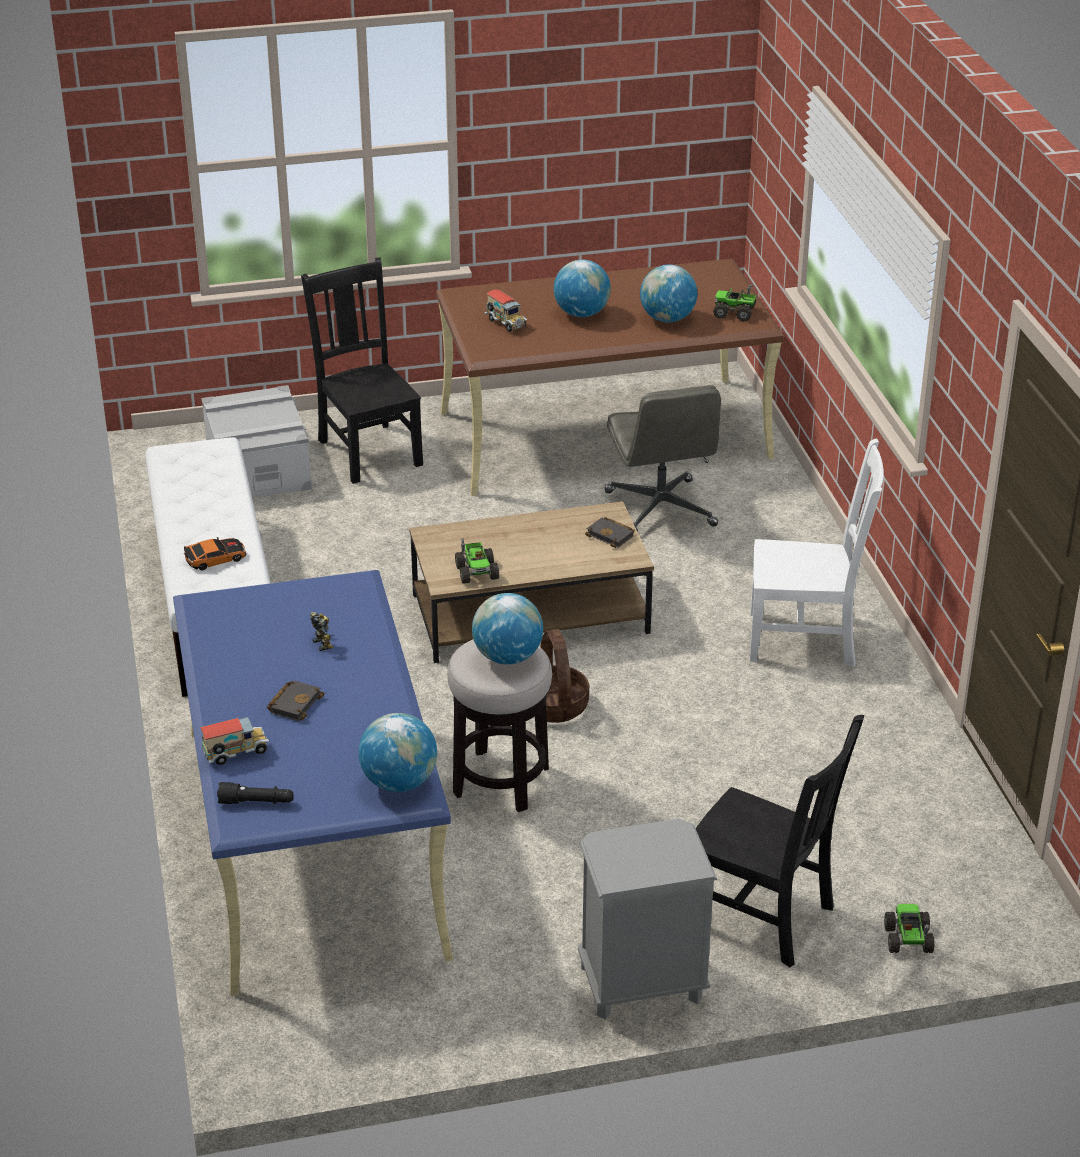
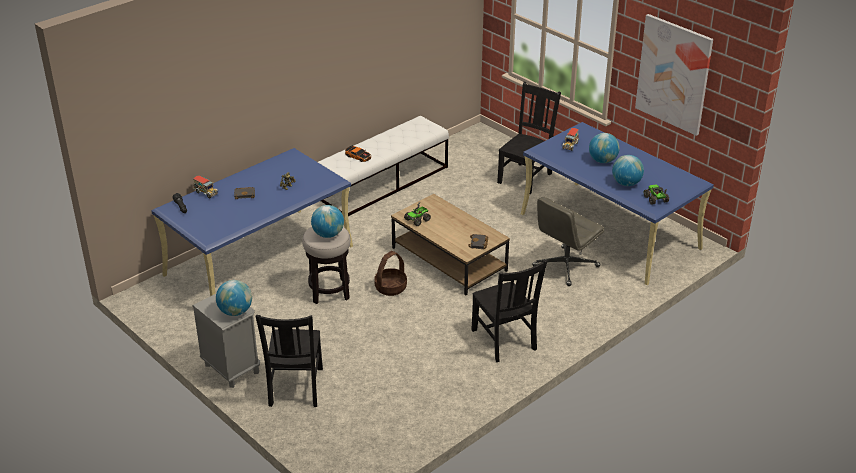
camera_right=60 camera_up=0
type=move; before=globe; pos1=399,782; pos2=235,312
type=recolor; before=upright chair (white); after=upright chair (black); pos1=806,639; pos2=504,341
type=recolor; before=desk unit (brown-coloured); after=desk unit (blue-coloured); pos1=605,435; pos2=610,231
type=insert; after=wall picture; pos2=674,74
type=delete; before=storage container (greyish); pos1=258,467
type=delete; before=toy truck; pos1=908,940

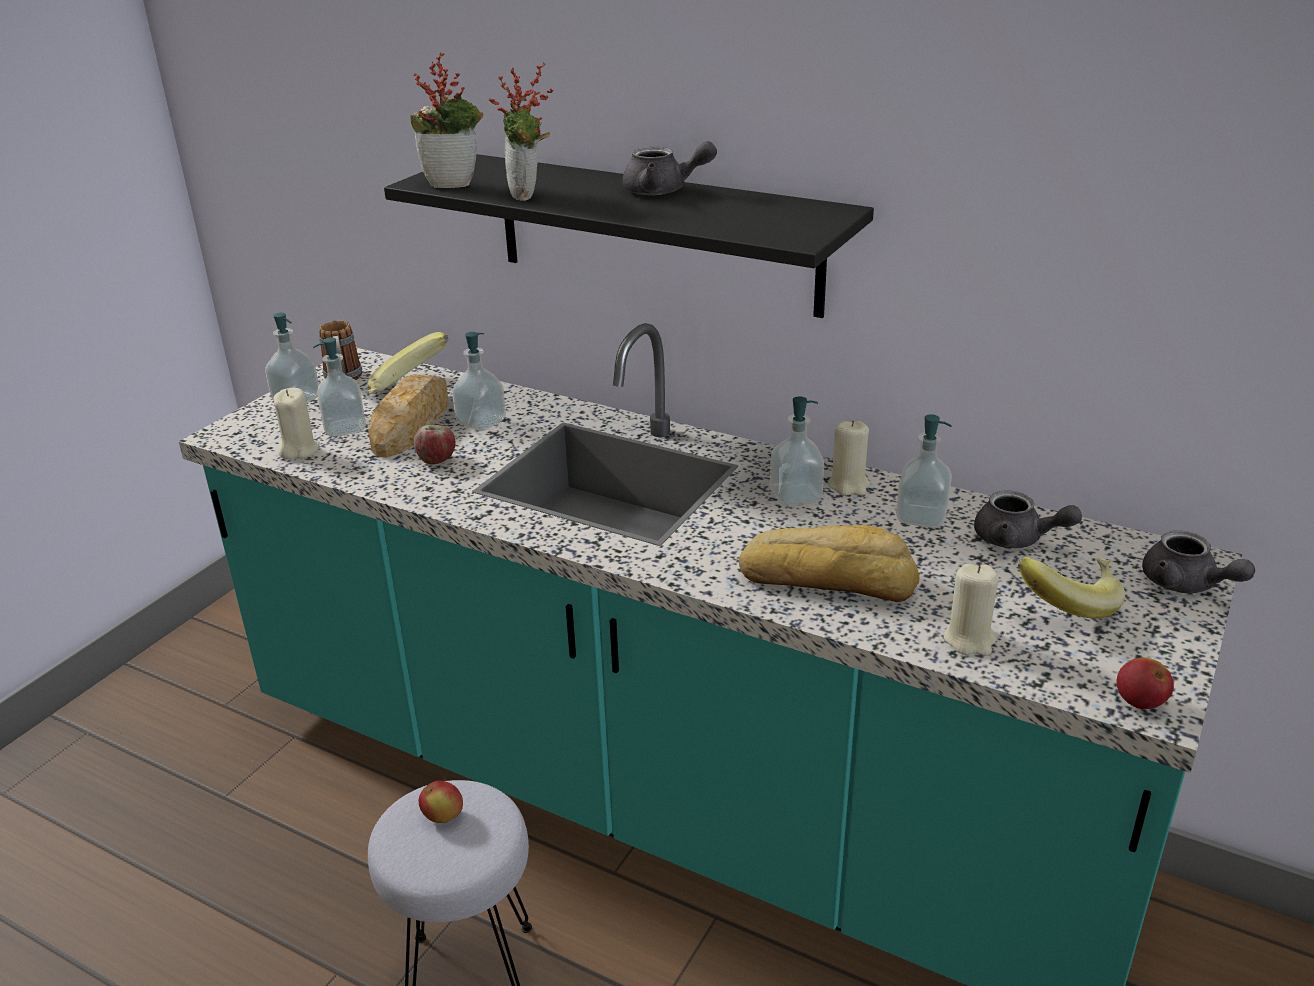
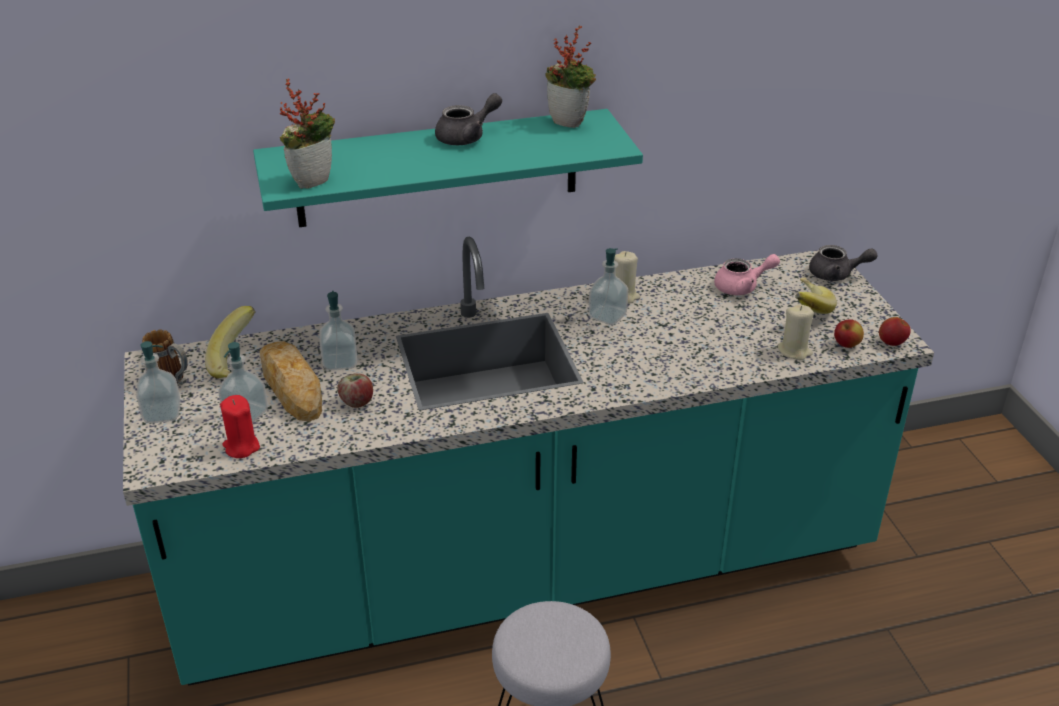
camera_right=-45 camera_up=5
type=recolor; before=wax light (beige); after=wax light (reddish); pos1=299,450; pos2=241,447
type=recolor; before=shelf (black); after=shelf (turquoise-coloured); pos1=655,233; pos2=438,168
type=move; before=houseplant; pos1=528,196; pos2=570,122
type=recolor; before=teapot (greyish); after=teapot (pink); pos1=1017,539; pos2=742,287
type=move; before=apple; pos1=443,817; pos2=846,345
type=delete; before=bakery bread; pos1=828,577
type=delete; before=liquid soap bottle; pos1=921,517

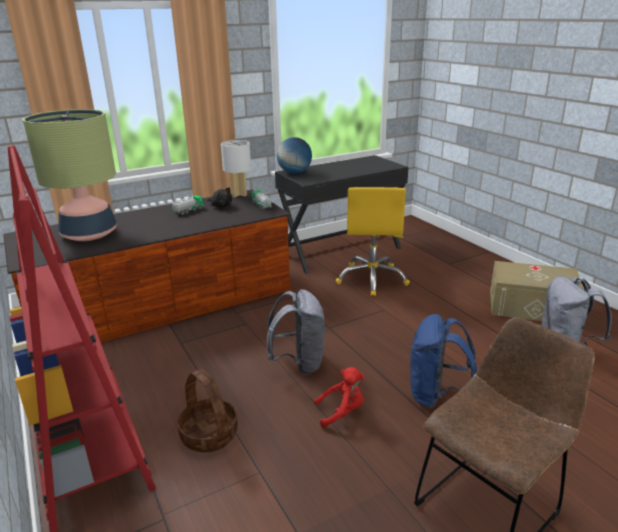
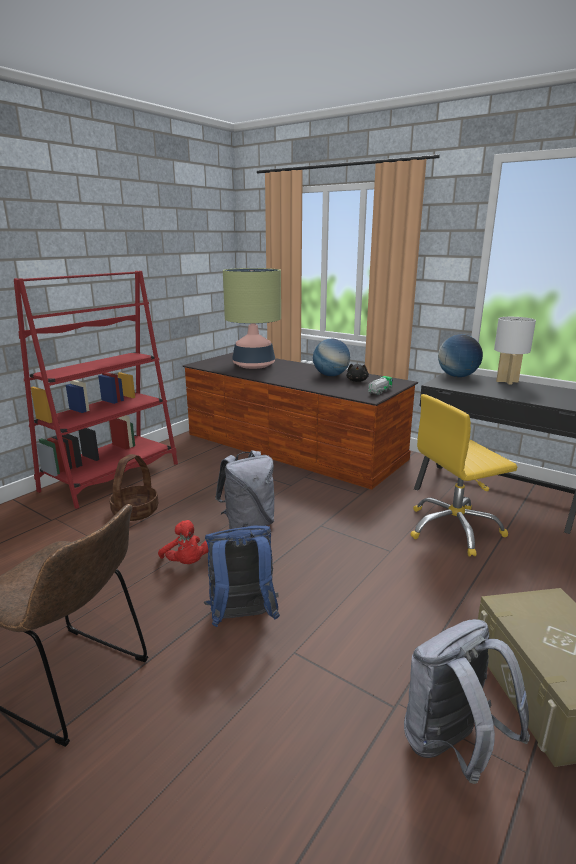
camera_right=65 camera_up=-5
type=replace; before=toy truck; after=globe; pos1=188,211; pos2=330,375
type=move; before=table lamp (white); pos1=238,195; pos2=506,381

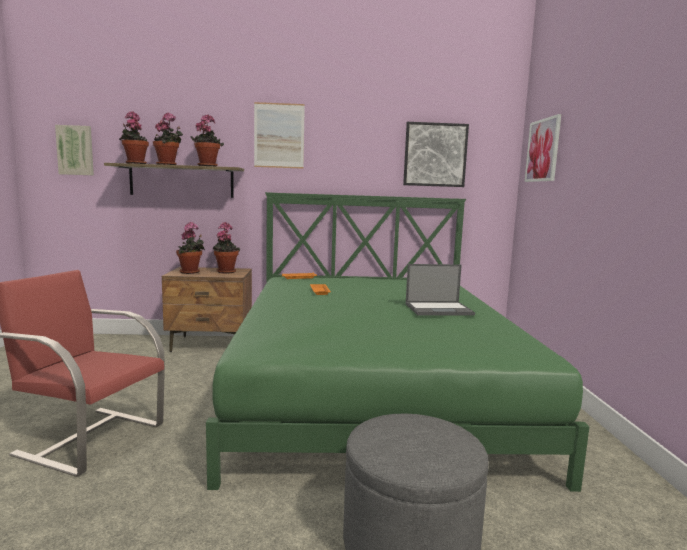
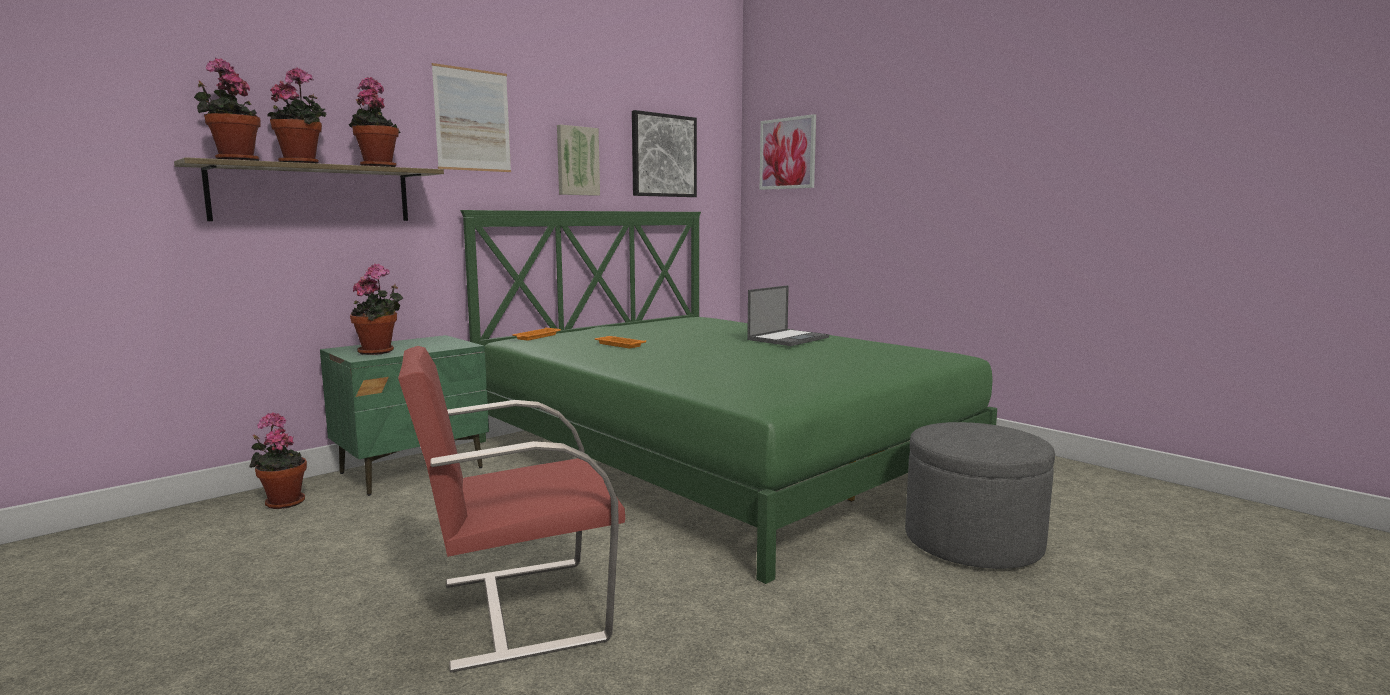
camera_right=-40 camera_up=0
type=move; before=houseplant; pos1=225,271; pos2=282,502
type=recolor; before=nightstand (brown-coloured); after=nightstand (greenish); pos1=211,345; pos2=413,470
type=move; before=wall picture; pos1=75,150; pos2=577,161

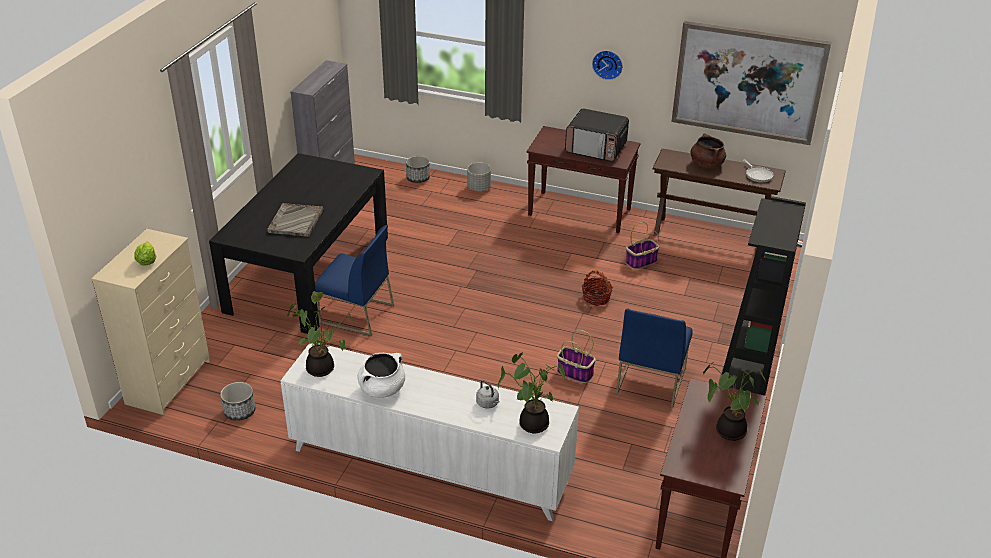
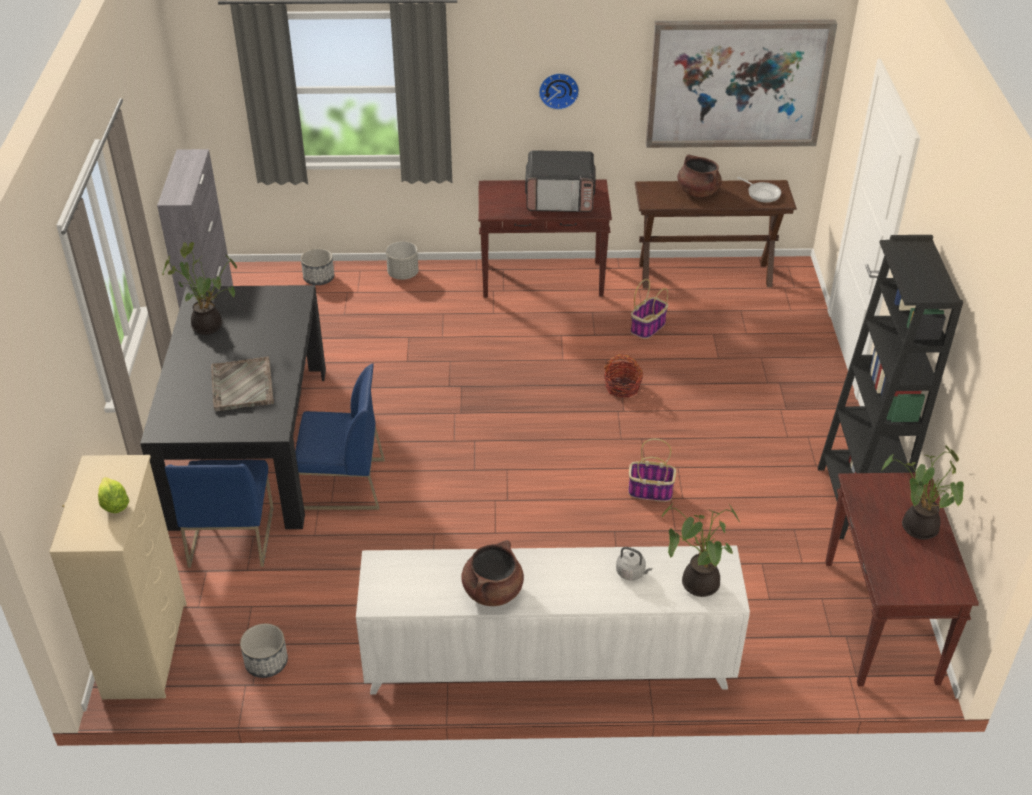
camera_right=-20 camera_up=5
type=move; before=houseplant; pos1=322,367; pos2=209,325
type=move; before=upright chair (blue-coloured); pos1=650,380; pos2=231,536
type=recolor; before=saucepot (white); after=saucepot (brown-coloured); pos1=382,389; pos2=492,591

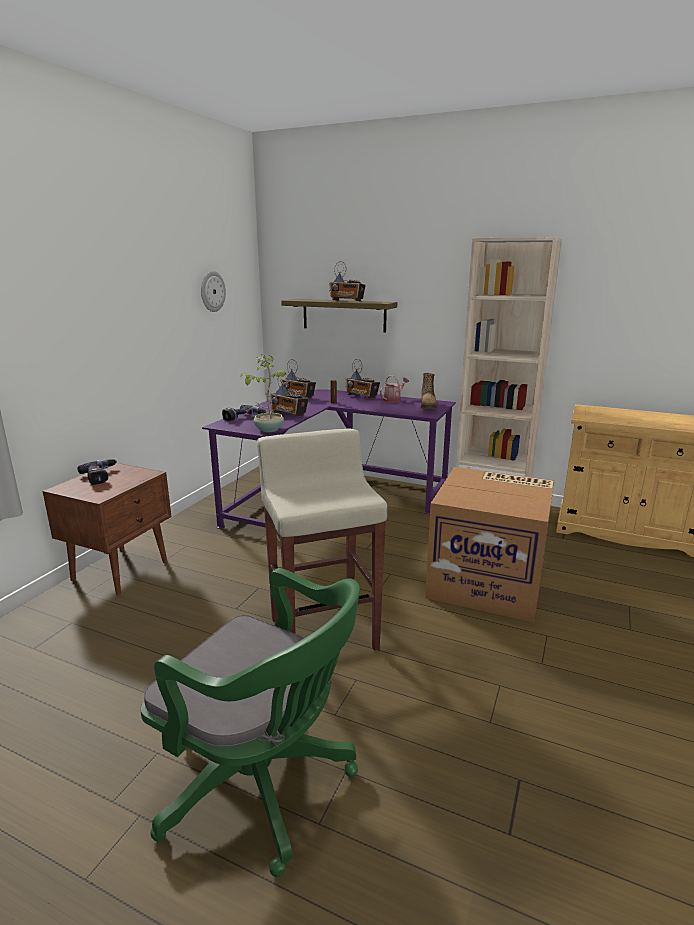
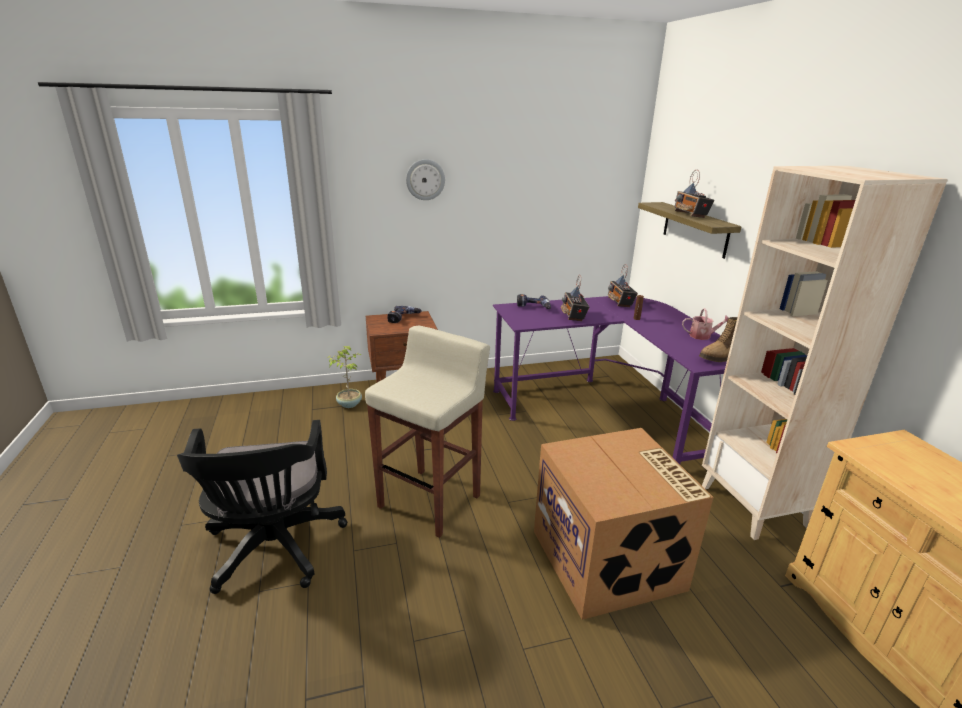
camera_right=50 camera_up=5
type=recolor; before=office chair (greenish); after=office chair (black); pos1=263,783; pos2=274,551
type=move; before=houseplant; pos1=268,429; pos2=349,404
type=move; before=wall clock; pos1=212,291; pos2=425,179
type=delete; before=radio set; pos1=362,396

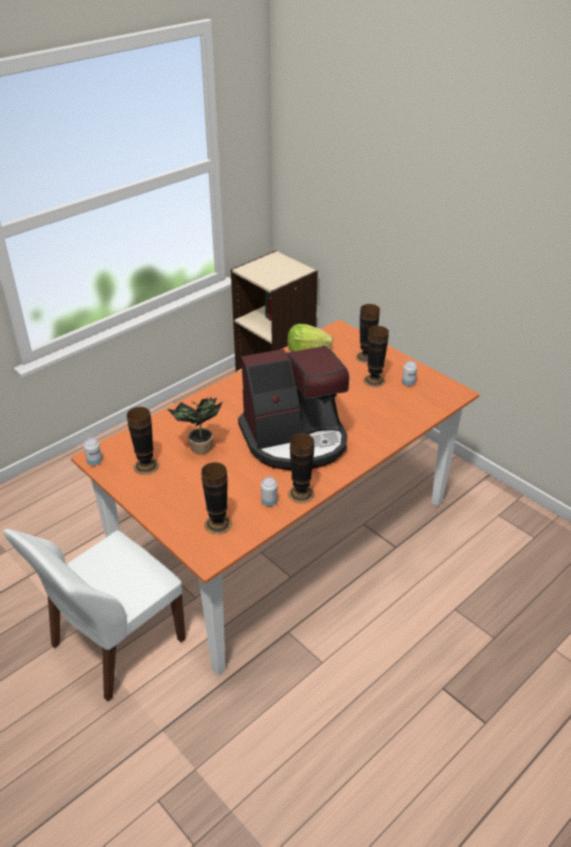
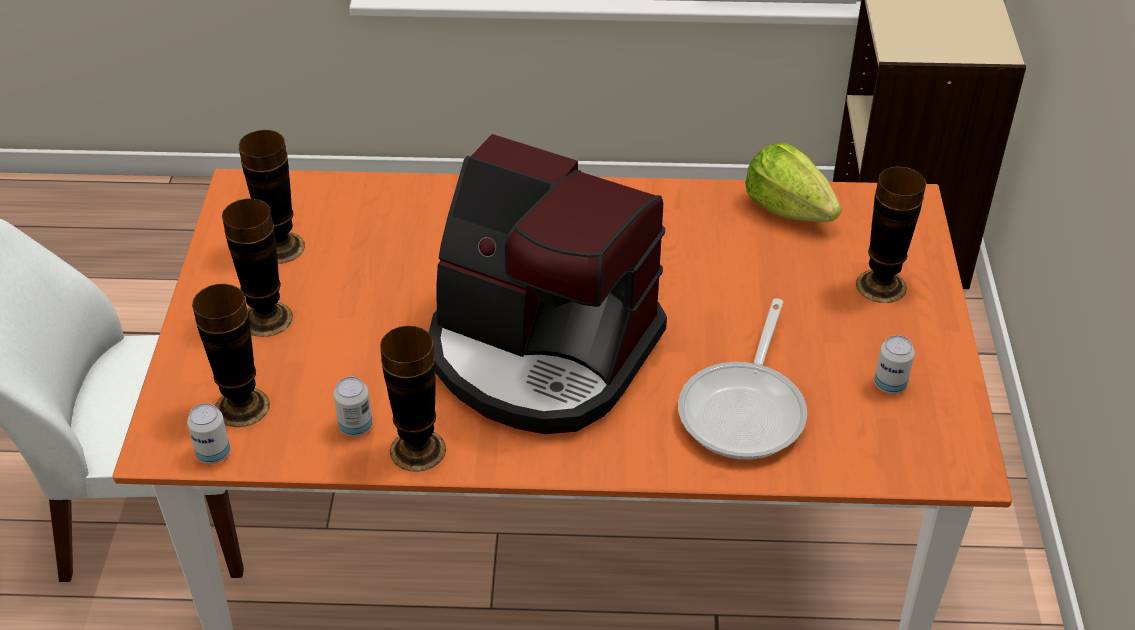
camera_right=45 camera_up=5
type=move; before=sealed can; pos1=94,462; pos2=213,454
type=move; before=vase; pos1=374,380; pos2=266,318
type=insert; after=frying pan; pos2=746,409
type=delete; before=houseplant; pos1=199,449

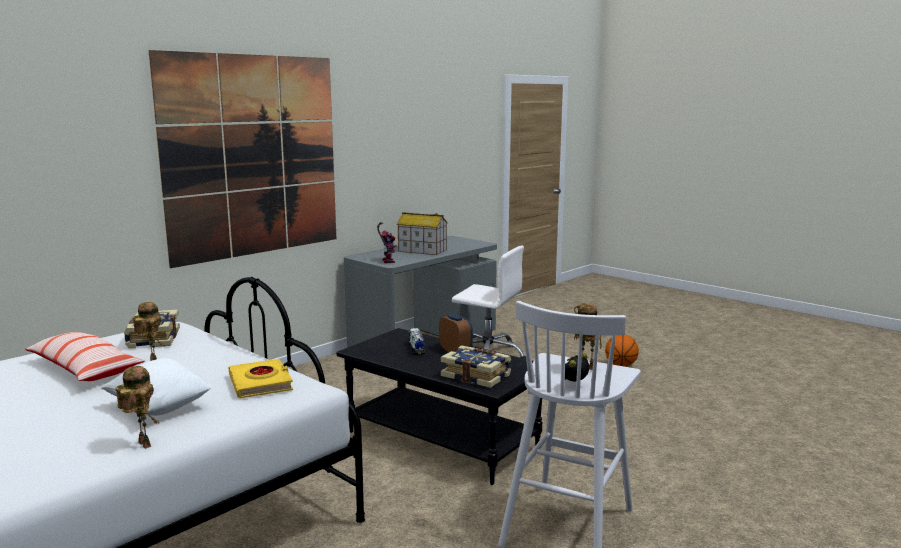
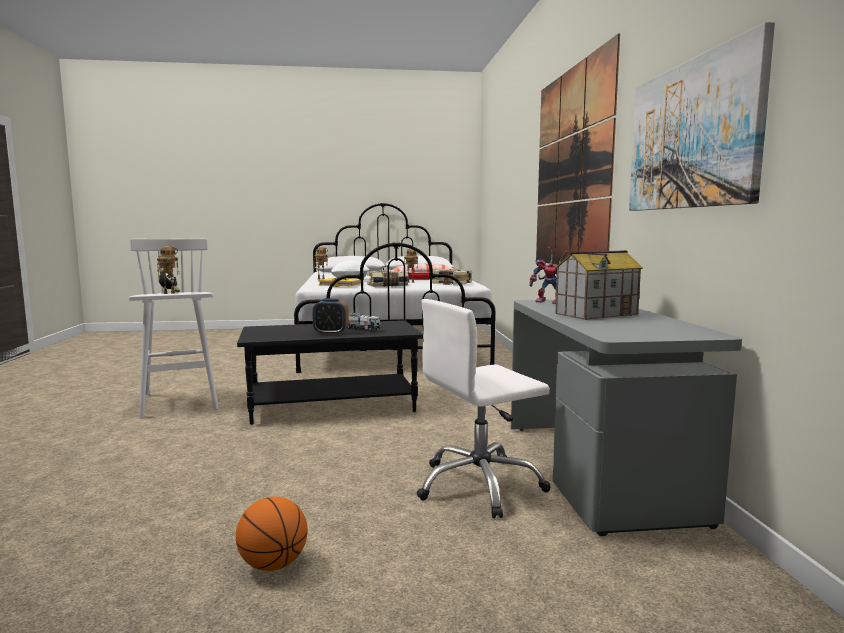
camera_right=130 camera_up=-5
type=move; before=book; pos1=476,376; pos2=387,286
type=insert; after=wall picture; pos2=691,135

